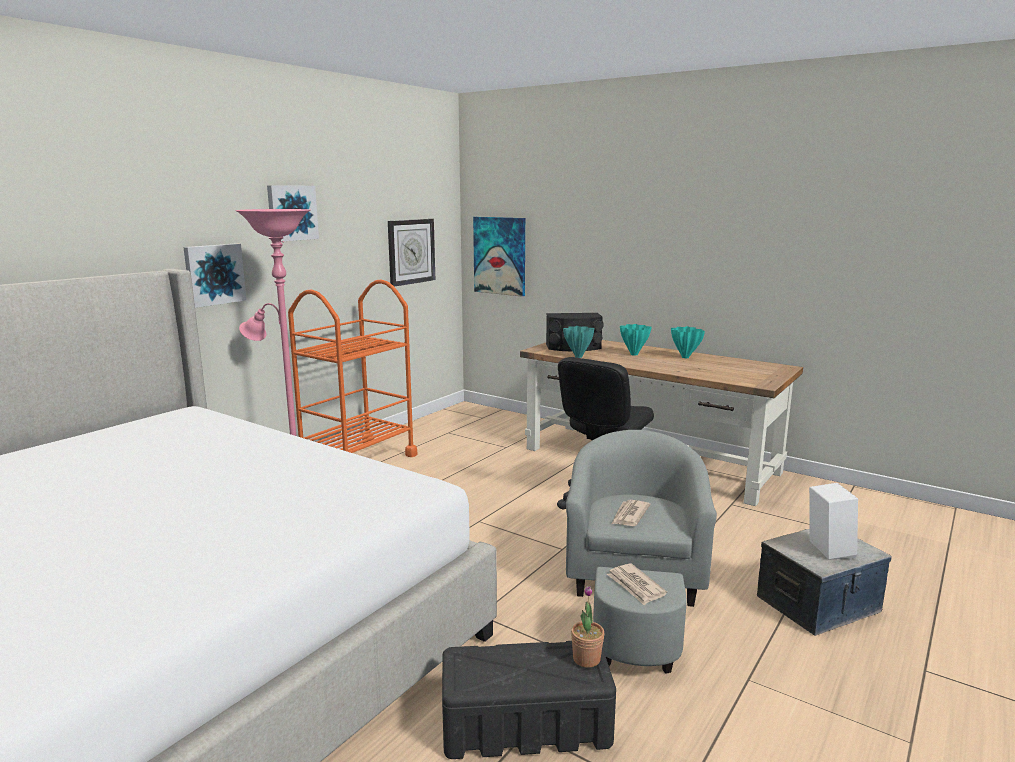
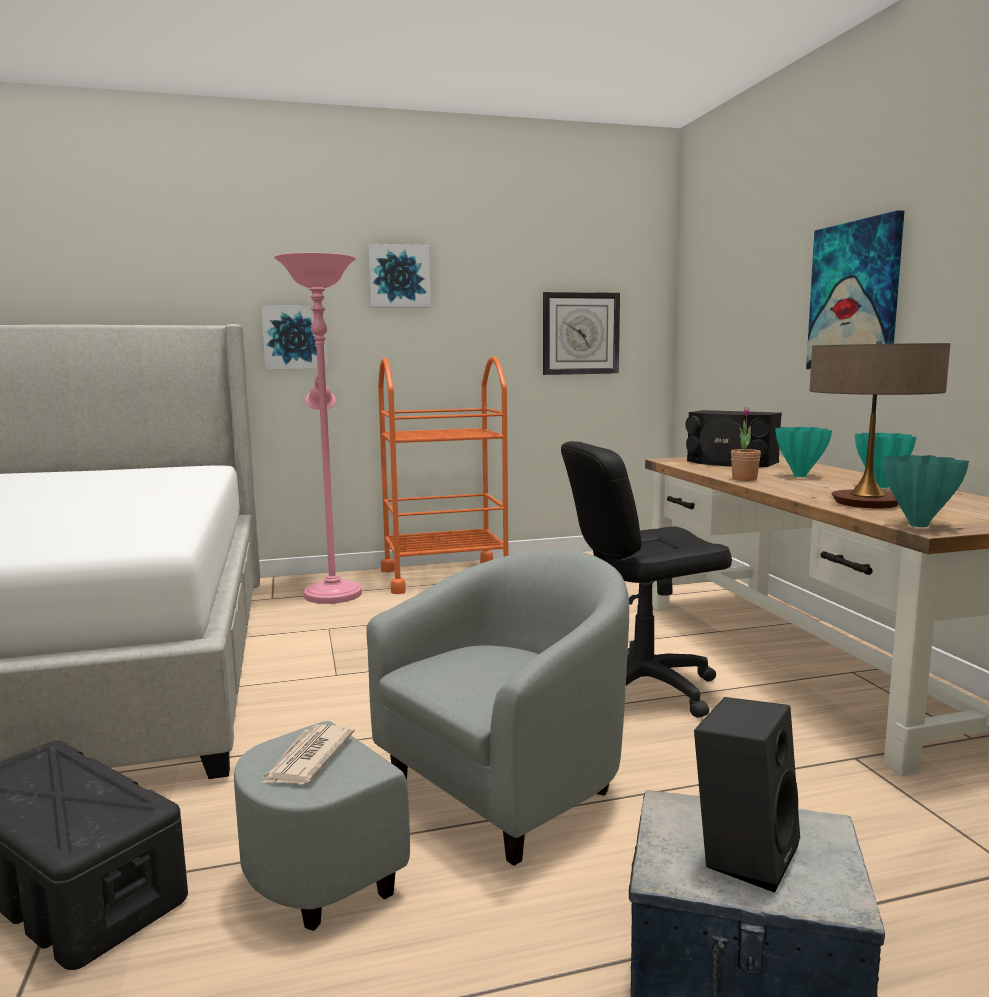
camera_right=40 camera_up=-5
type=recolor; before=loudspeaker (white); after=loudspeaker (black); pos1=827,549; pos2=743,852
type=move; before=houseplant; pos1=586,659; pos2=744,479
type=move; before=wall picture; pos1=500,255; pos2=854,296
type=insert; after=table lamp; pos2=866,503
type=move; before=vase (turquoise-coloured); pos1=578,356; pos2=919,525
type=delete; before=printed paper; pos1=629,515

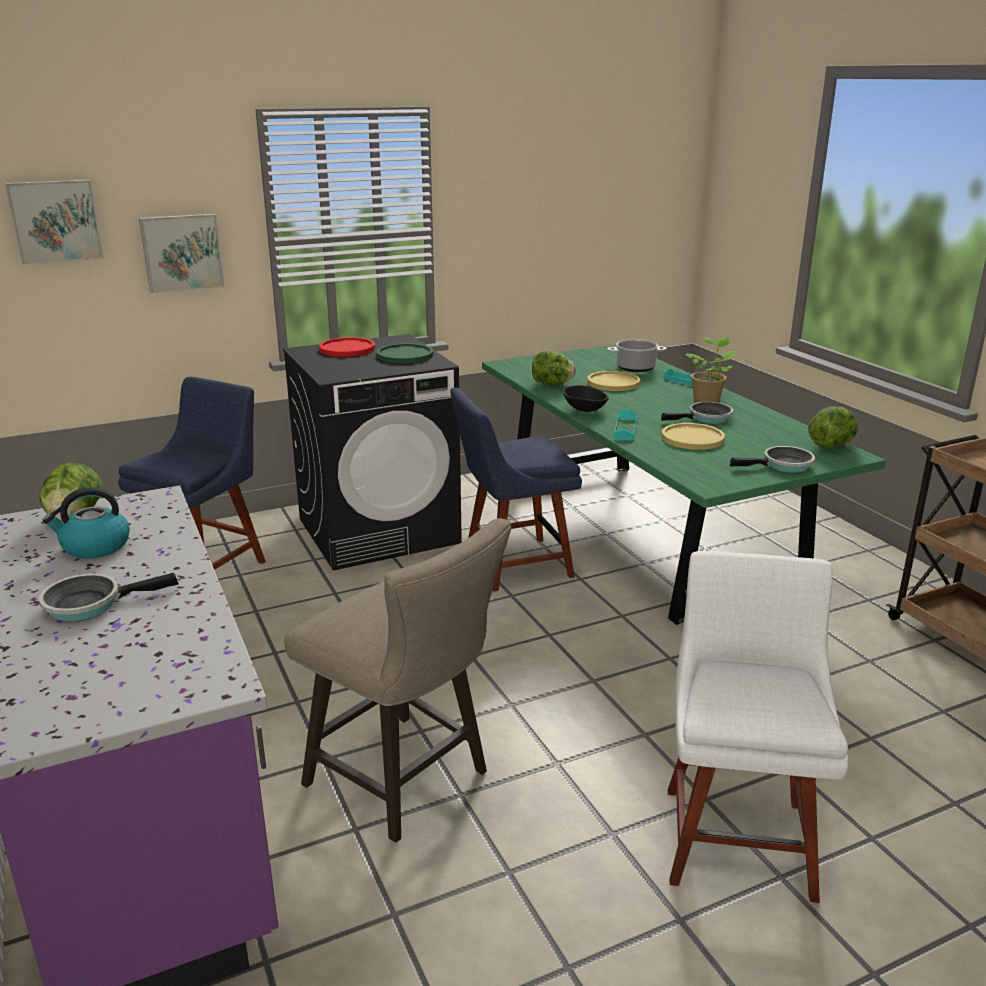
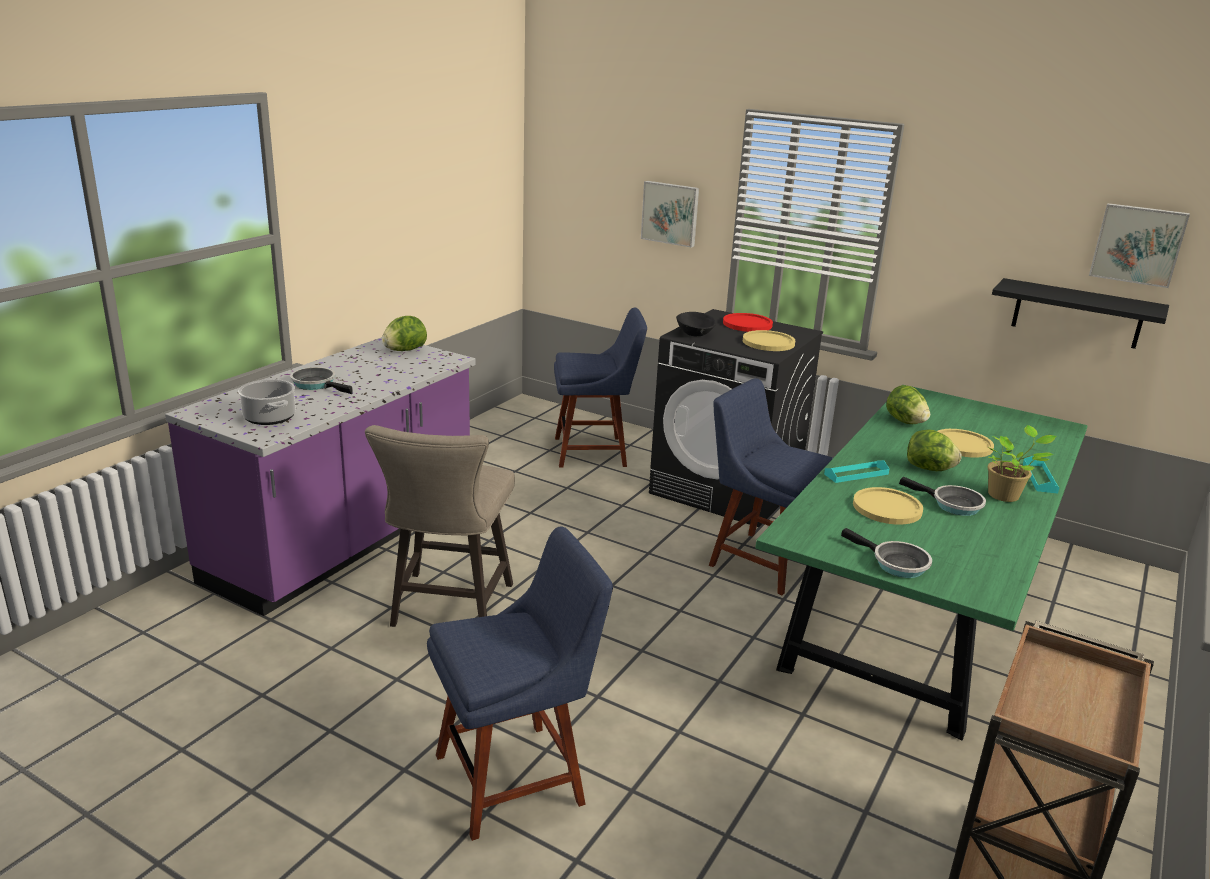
camera_right=55 camera_up=0
type=move; before=saucepot; pos1=636,368; pos2=270,417
type=recolor; before=upright chair (white); after=upright chair (blue-coloured); pos1=737,834; pos2=517,776
type=move; before=serving bowl (black); pos1=584,410; pos2=694,335
type=recolor; before=dinner plate (greenish); after=dinner plate (yellow); pos1=405,355; pos2=768,342
type=move; before=lettuce; pos1=831,445; pos2=929,469
type=insert; after=shelf (black); pos2=1077,314
type=move; before=wall picture; pos1=55,221; pos2=1138,244
type=delete; before=tea kettle; pos1=95,547

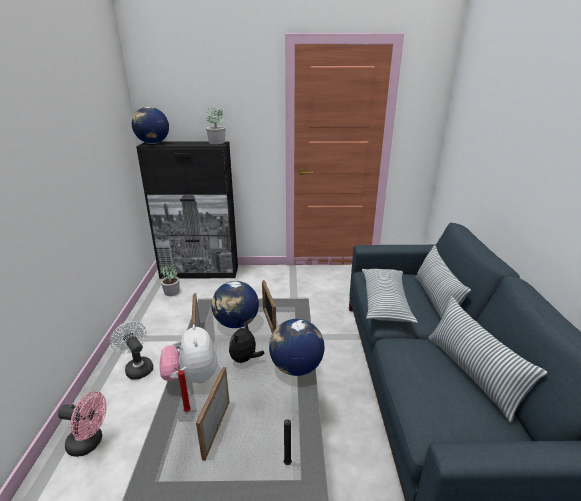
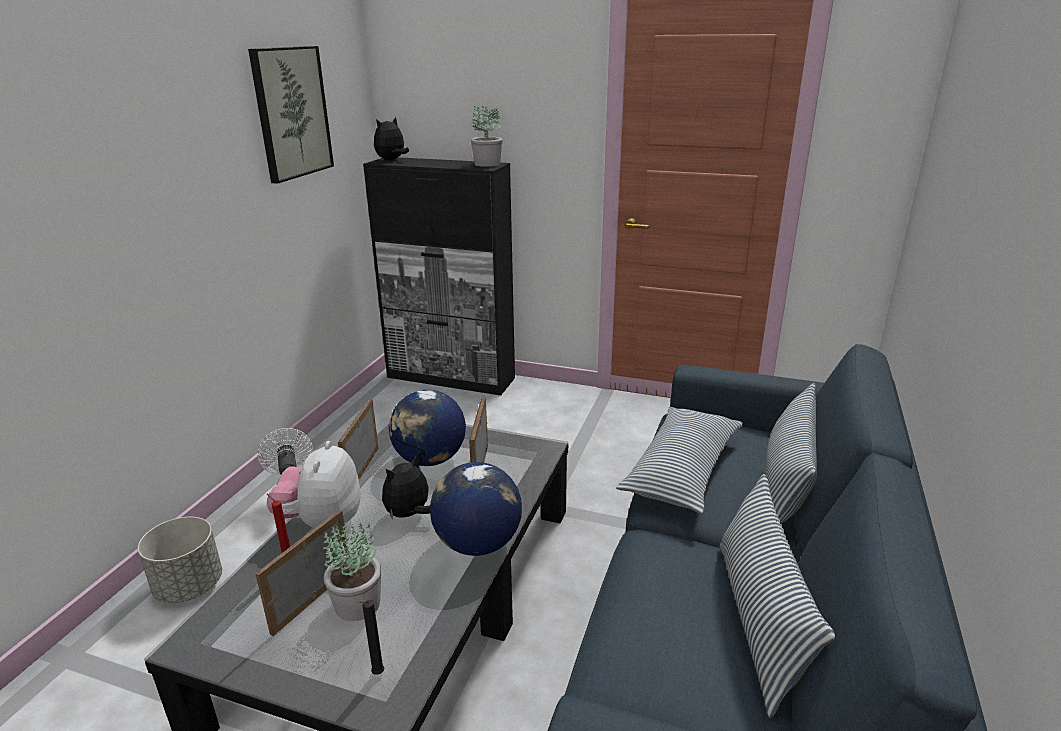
camera_right=20 camera_up=0
type=replace; before=electric fan (pink); after=planter (greyish); pos1=90,443; pos2=189,586
type=insert; after=wall picture; pos2=291,113
type=move; before=houseplant; pos1=172,292; pos2=358,604
type=replace; before=globe; after=plush toy; pos1=153,143; pos2=391,160

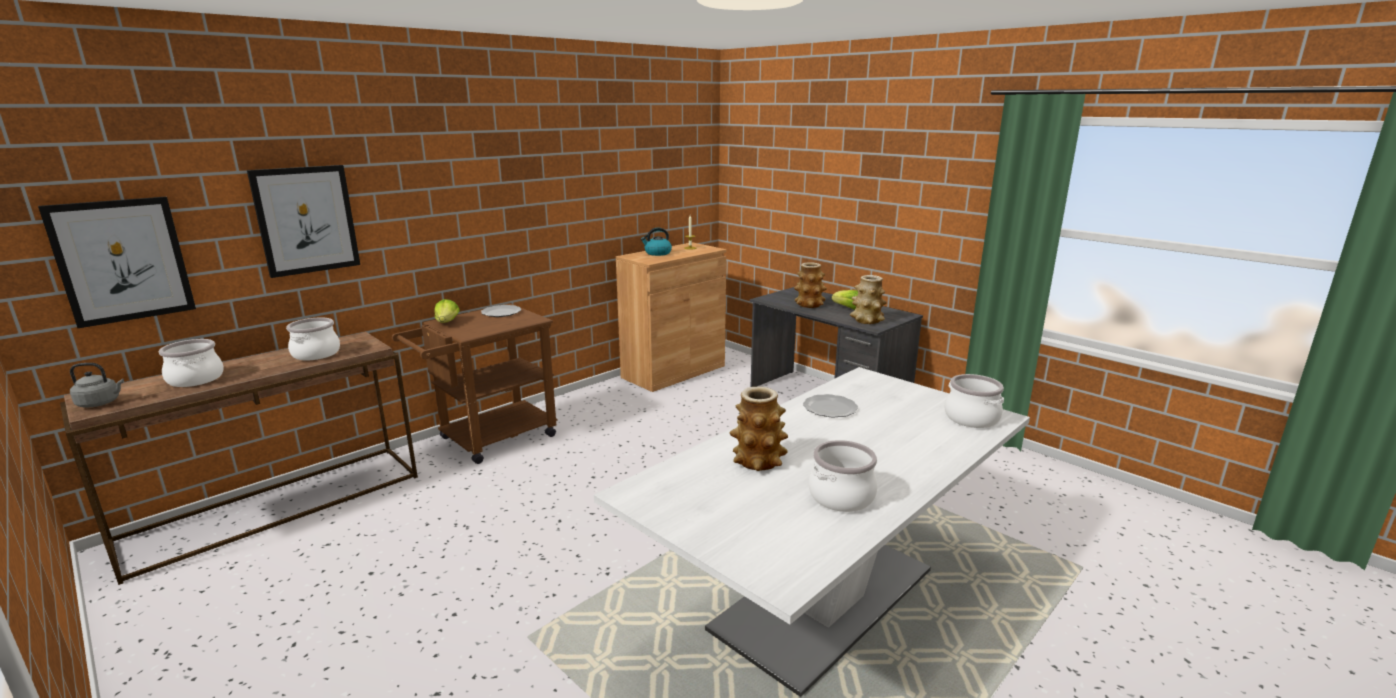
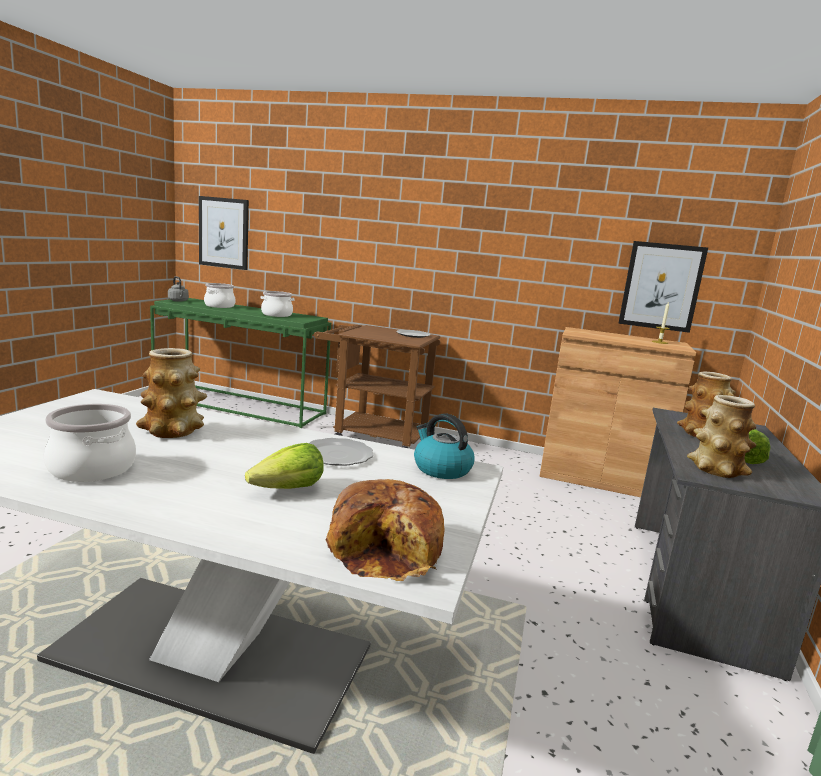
camera_right=60 camera_up=-5
type=recolor; before=console table (brown-coloured); after=console table (greenish); pos1=277,506; pos2=241,406
type=move; before=lettuce; pos1=447,322; pos2=288,489
type=replace; before=saucepot; after=bakery bread; pos1=971,418; pos2=387,548
type=move; before=tea kettle; pos1=657,253; pos2=441,469
type=move; before=wall picture; pos1=306,220; pos2=661,286

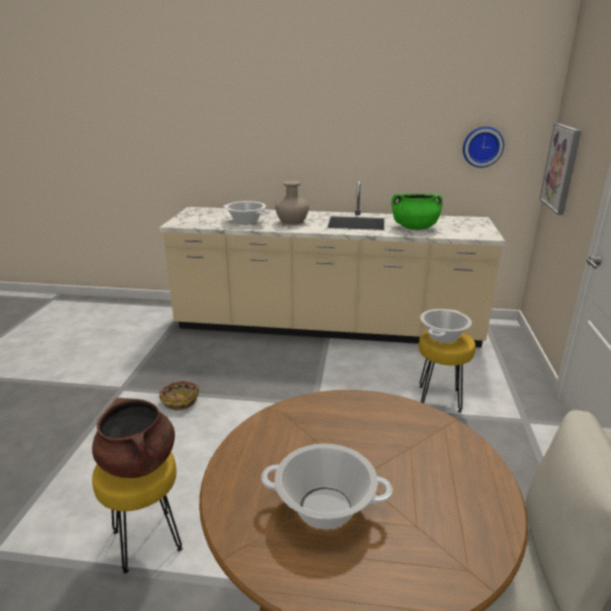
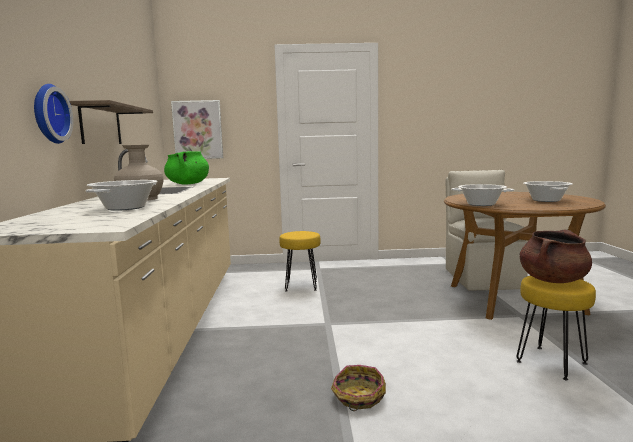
camera_right=-100 camera_up=-15
type=move; before=wall clock; pos1=482,146; pos2=48,114
type=insert; after=shelf; pos2=101,125
type=move; before=saucepot; pos1=443,337; pos2=481,204

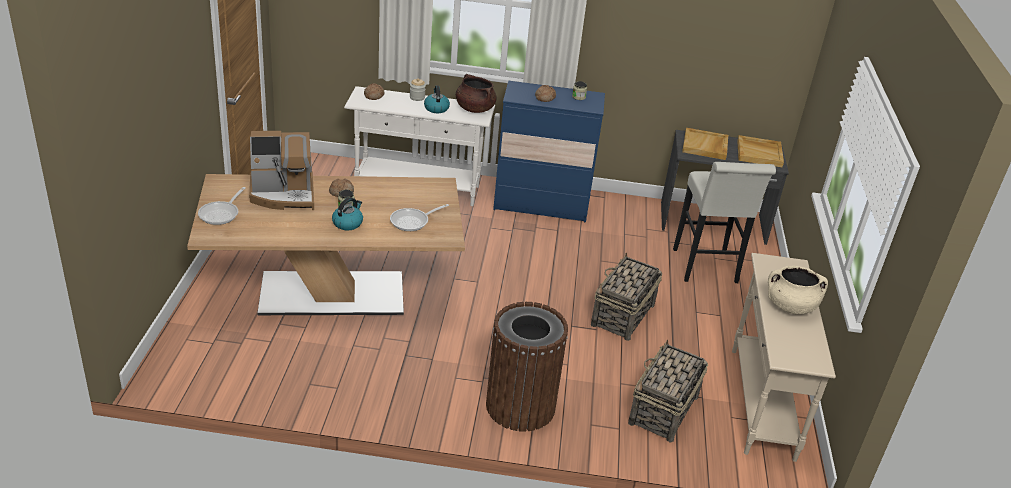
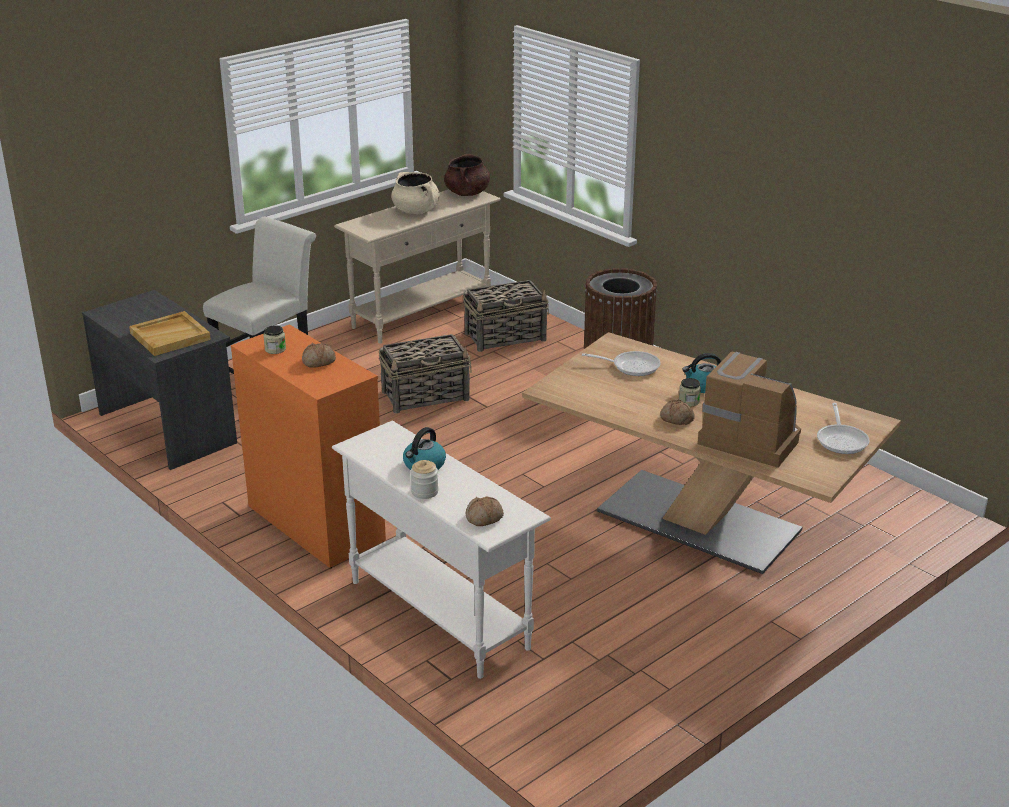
camera_right=-135 camera_up=-5
type=recolor; before=drawer chest (blue-coloured); after=drawer chest (orange-coloured); pos1=541,205; pos2=316,524
type=move; before=saucepot (brown-coloured); pos1=474,109; pos2=467,193
type=rotate; before=frying pan; pos1=221,214; pos2=842,440; turn=120
type=delete; before=carrying tray (beige); pos1=759,153

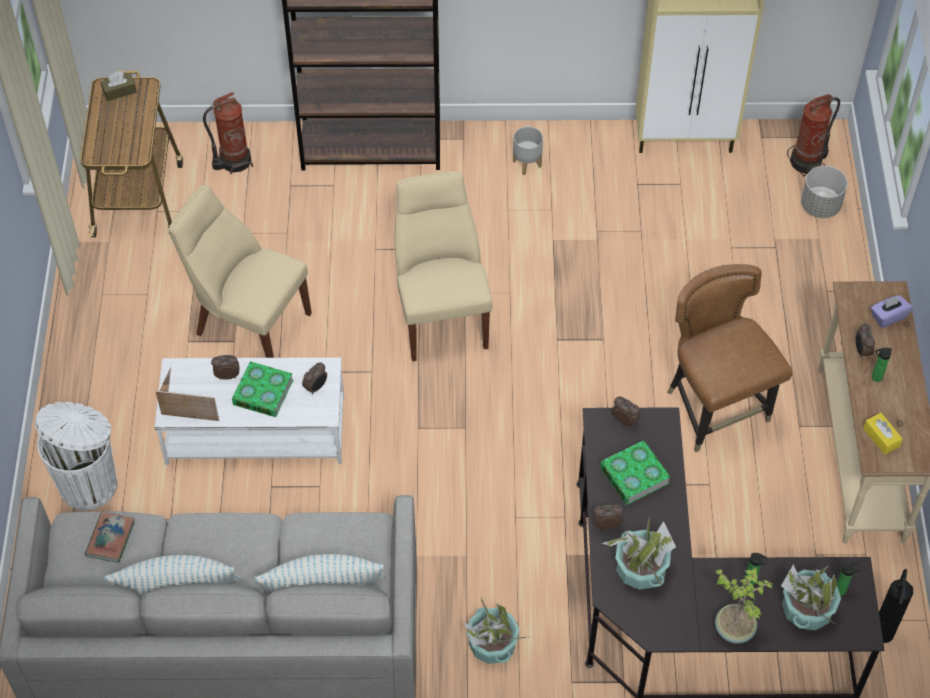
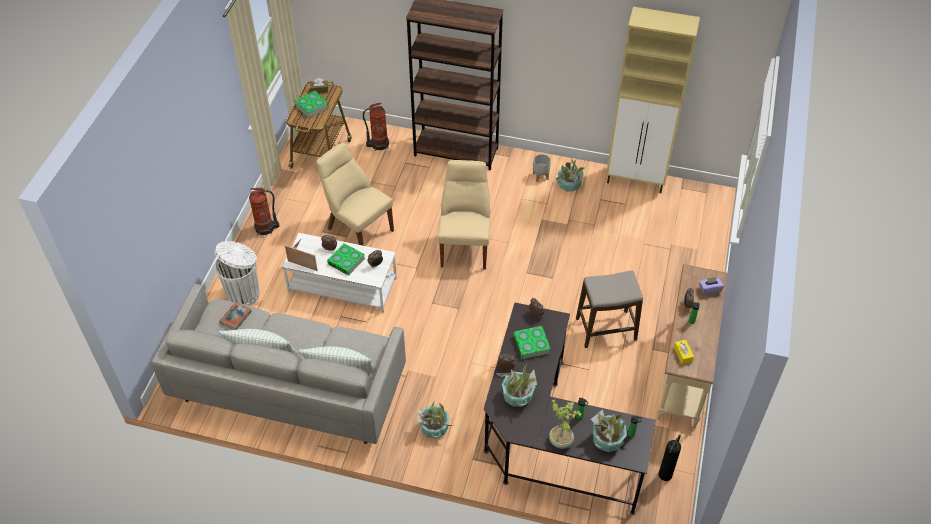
camera_right=15 camera_up=-5
type=move; before=fire-fighting cylinder; pos1=807,162; pos2=266,228
type=insert; after=book; pos2=312,106
type=insert; after=houseplant; pos2=569,184
type=replace; before=upright chair (brown-coloured); after=stool seat; pos1=715,409; pos2=605,329
type=delete; before=planter (greyish); pos1=820,206

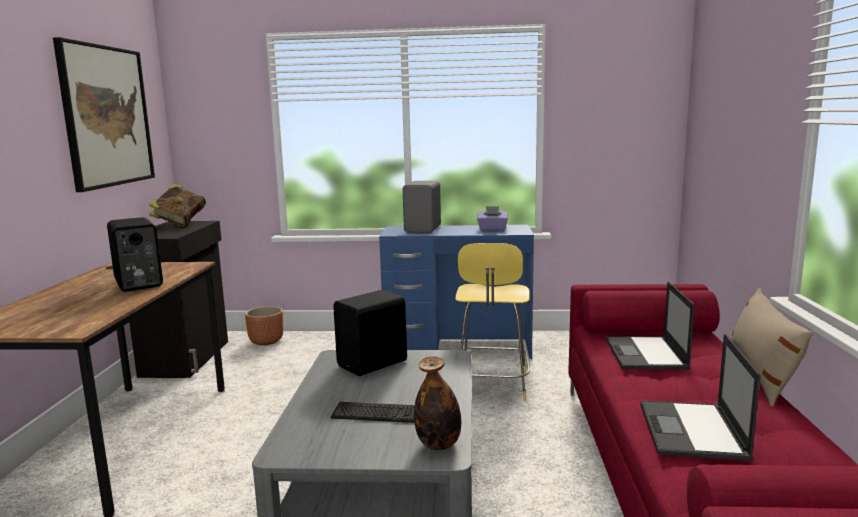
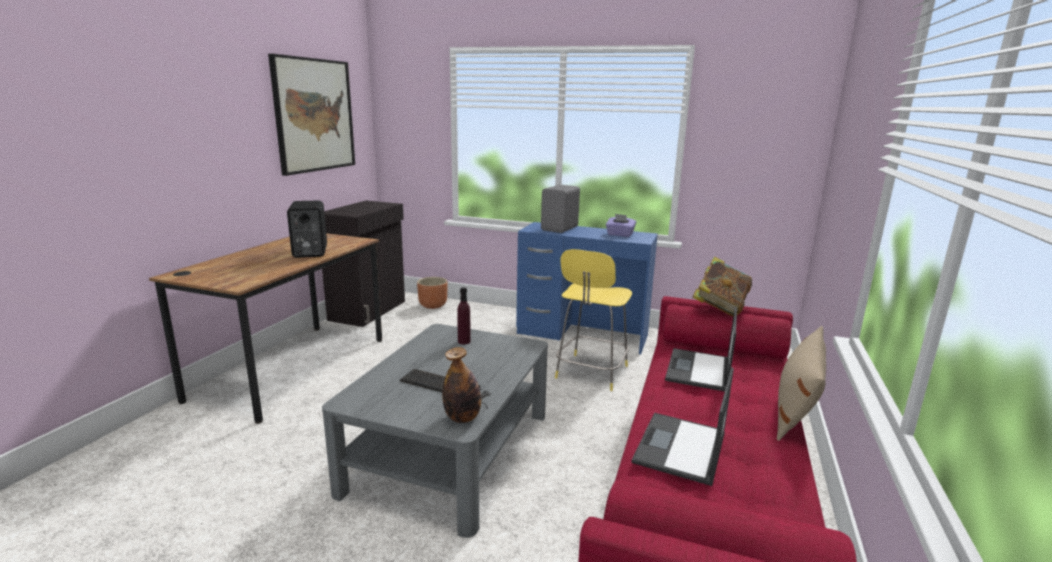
camera_right=15 camera_up=5
type=replace; before=loudspeaker (black); after=drink bottle (purple-coloured); pos1=374,364; pos2=464,341
type=move; before=book; pos1=180,223; pos2=720,307

